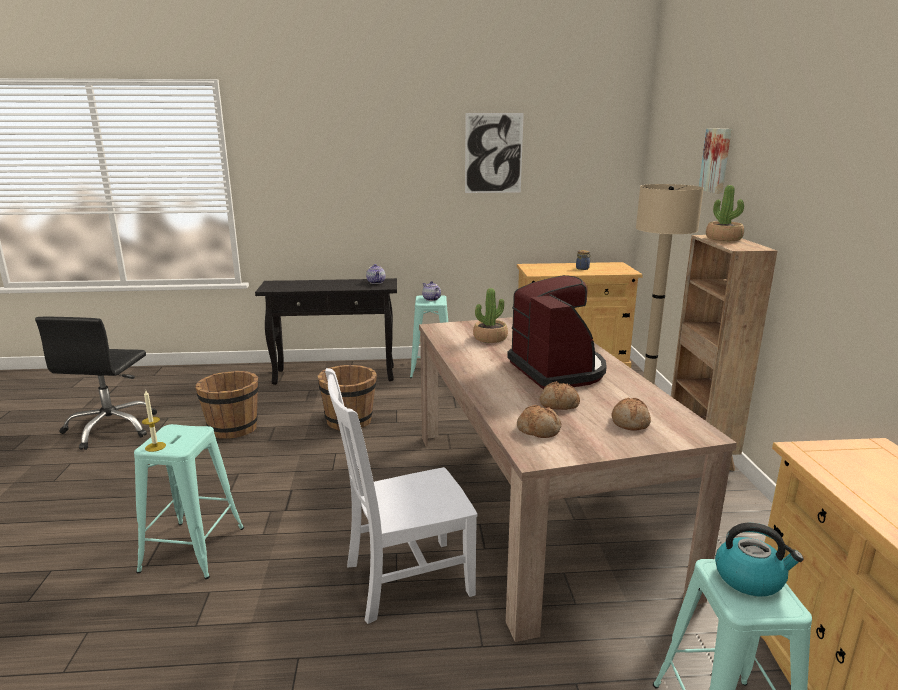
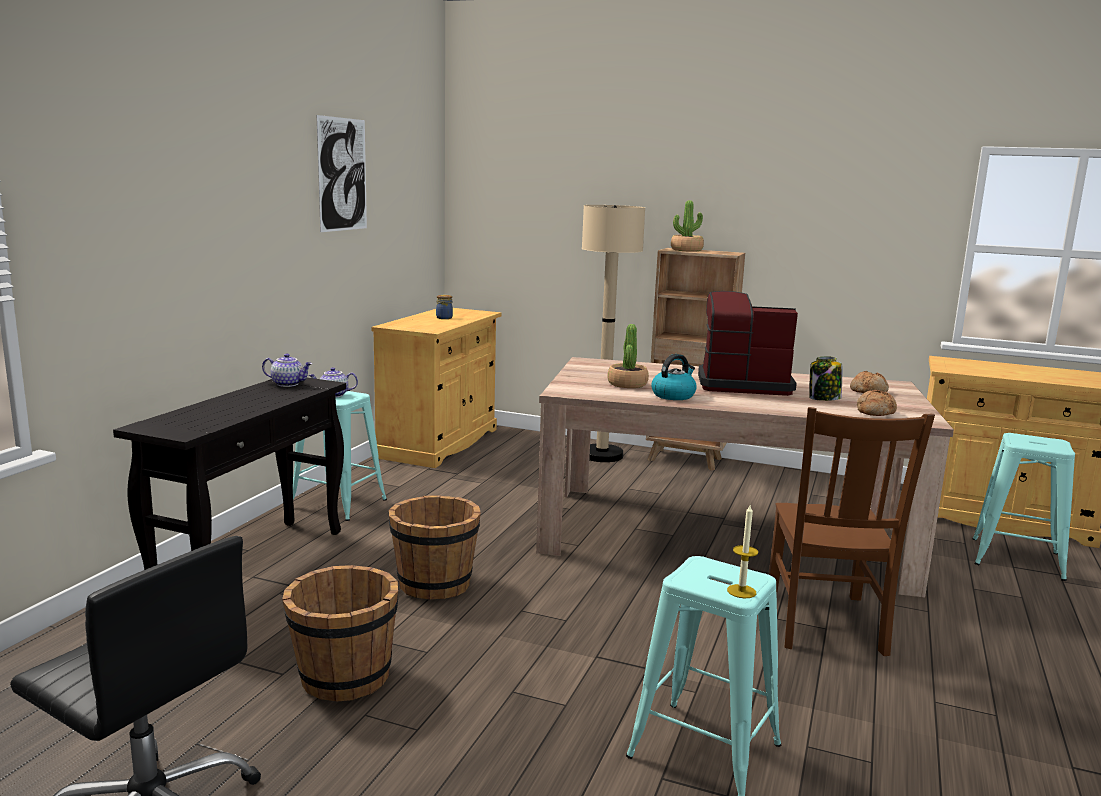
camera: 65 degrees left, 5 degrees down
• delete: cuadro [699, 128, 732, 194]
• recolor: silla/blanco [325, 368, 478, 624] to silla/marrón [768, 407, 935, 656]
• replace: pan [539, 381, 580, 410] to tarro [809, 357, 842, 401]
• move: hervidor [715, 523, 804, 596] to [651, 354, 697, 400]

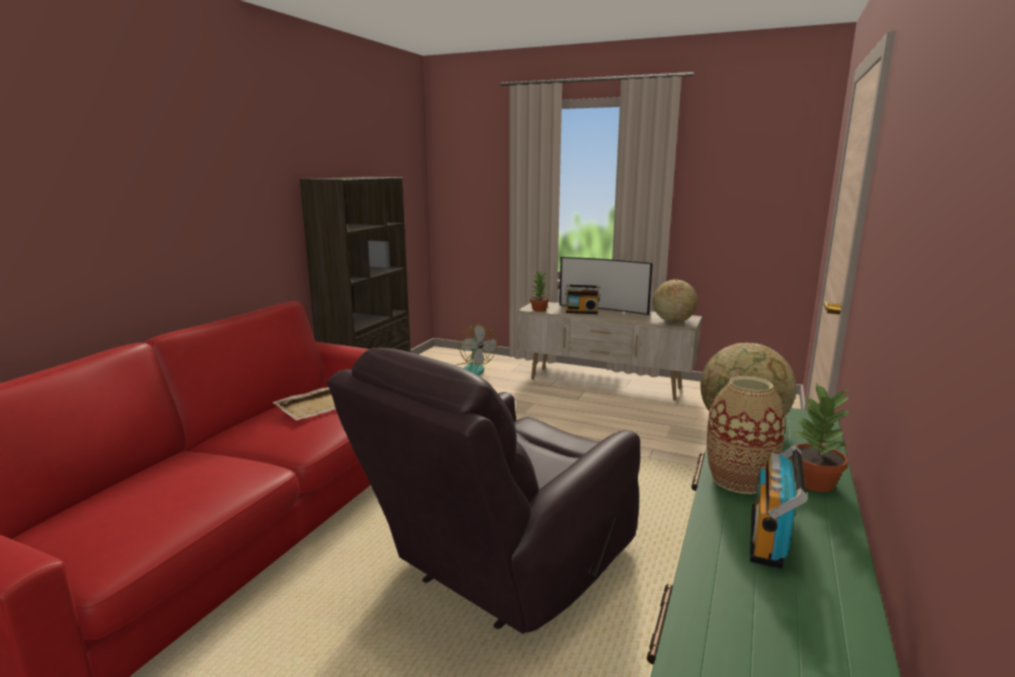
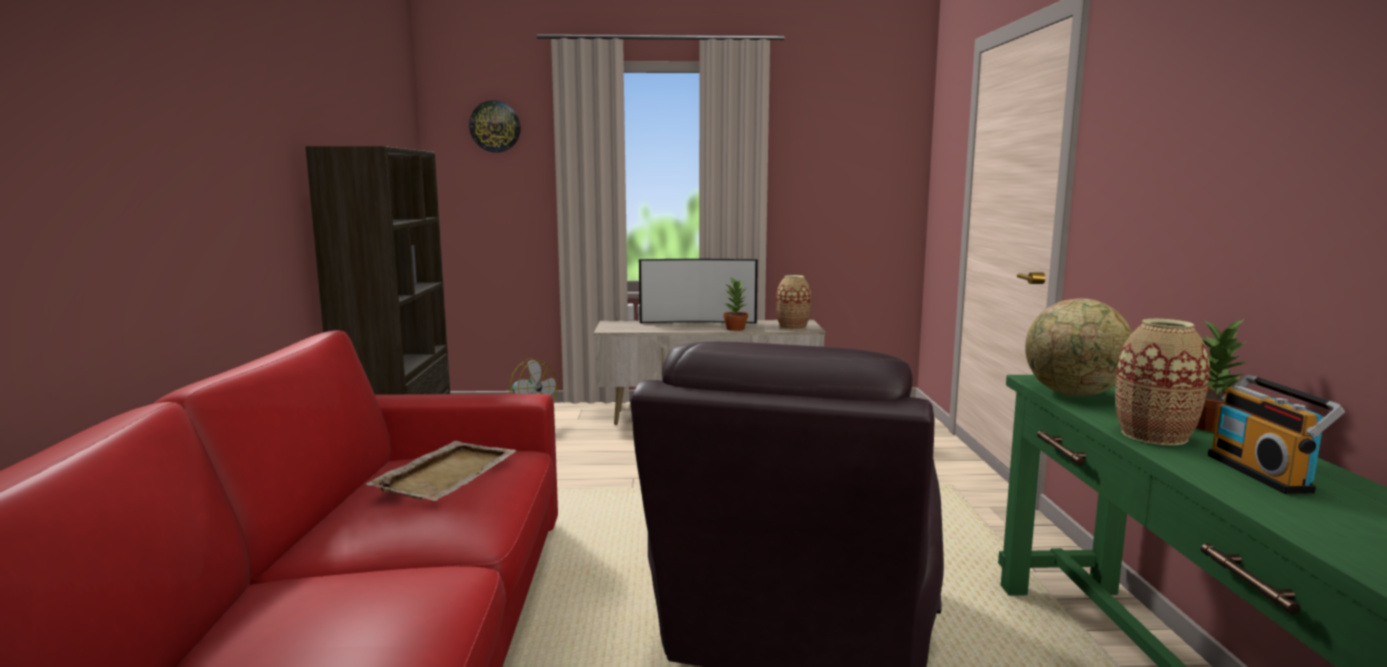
camera: 25 degrees left, 5 degrees down
• move: planta en maceta [530, 271, 549, 312] to [723, 278, 748, 331]
• replace: globo terráqueo [653, 279, 698, 323] to florero [776, 275, 811, 330]
• delete: radio [565, 284, 601, 314]
• insert: reloj de pared [469, 101, 521, 152]

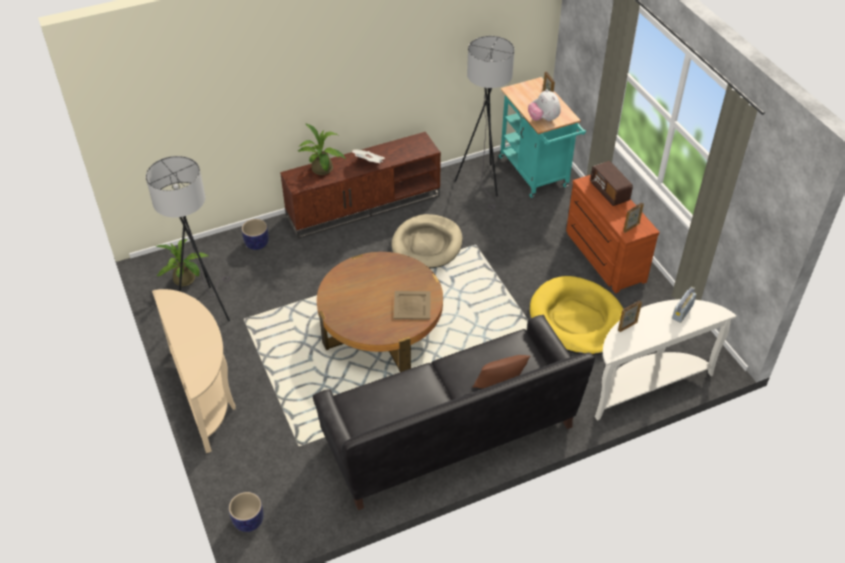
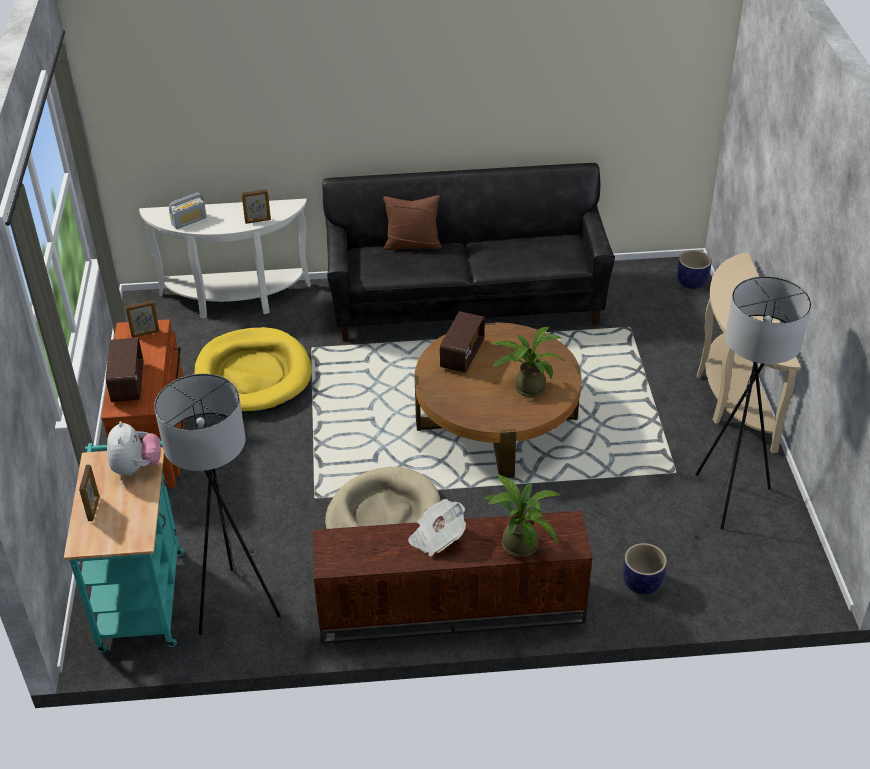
camera: 160 degrees left, 5 degrees down
• move: planta en maceta [157, 239, 208, 286] to [491, 327, 567, 397]
• replace: bandeja/beis [394, 291, 431, 320] to radio [440, 311, 485, 373]

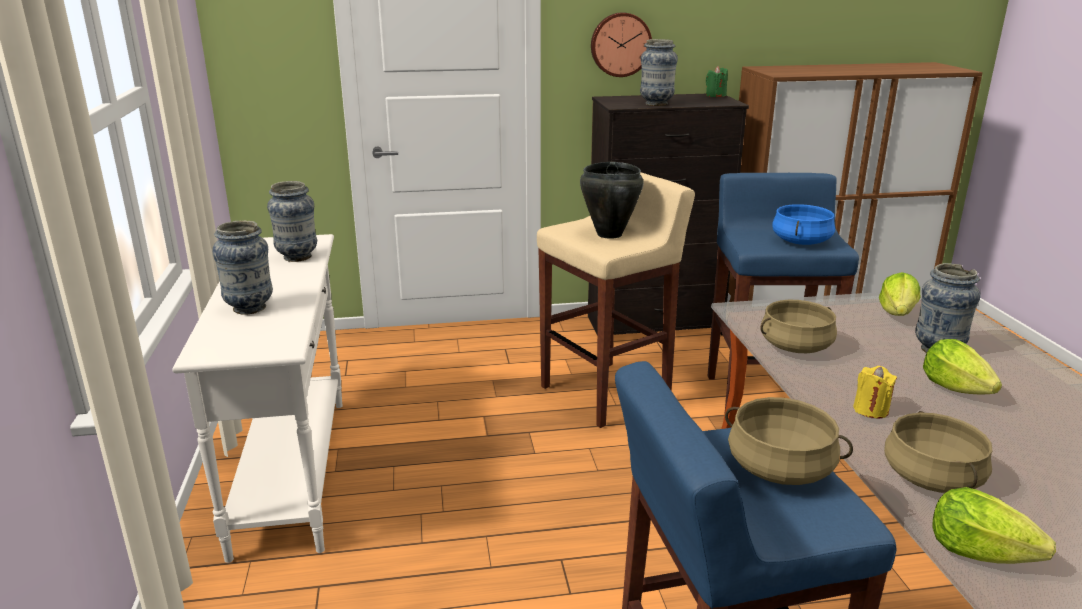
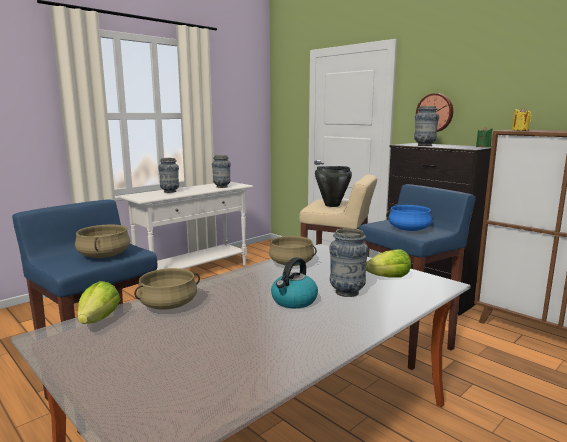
camera: 55 degrees right, 10 degrees down
• replace: lechuga [923, 339, 1002, 394] to hervidor [271, 257, 318, 308]
• move: vela/amarillo [853, 366, 897, 419] to [512, 108, 532, 131]

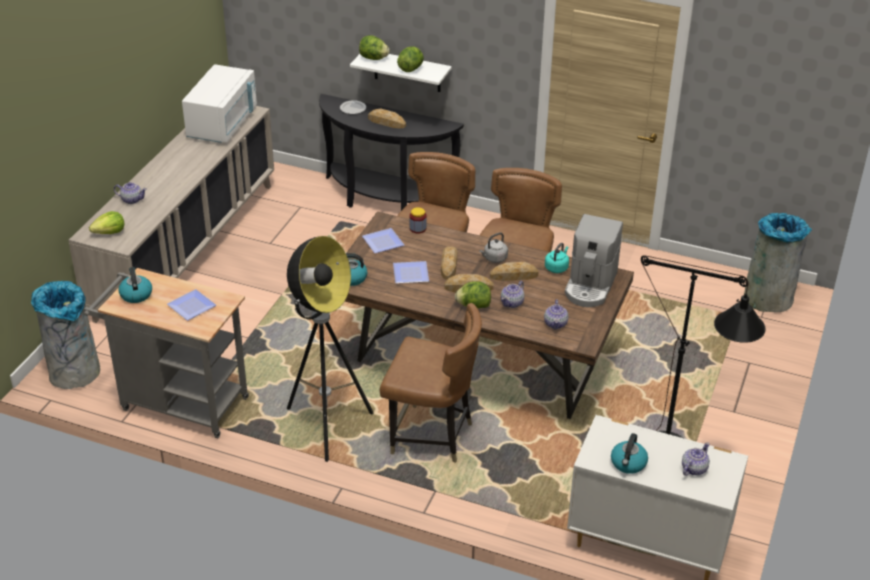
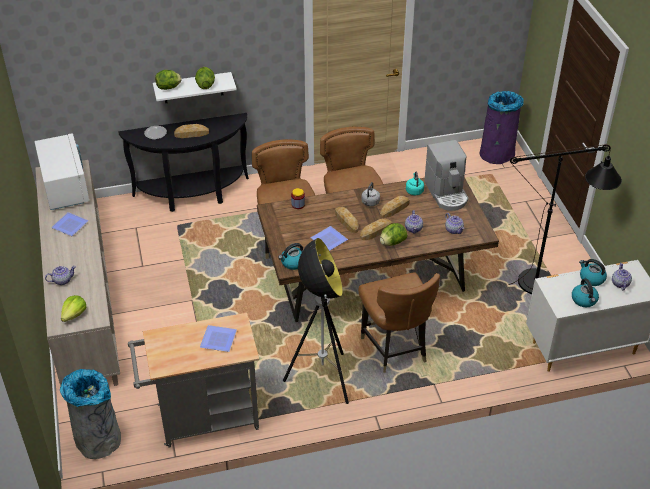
camera: 35 degrees left, 5 degrees up
• recolor: papelera/gris [744, 213, 812, 312] to papelera/morado [480, 91, 524, 164]
• move: plato [362, 228, 404, 253] to [51, 212, 89, 236]
• move: hervidor [118, 267, 152, 303] to [579, 259, 607, 286]
• rotate: silla/marrón [380, 303, 482, 463] = [358, 273, 440, 373] 90 degrees clockwise

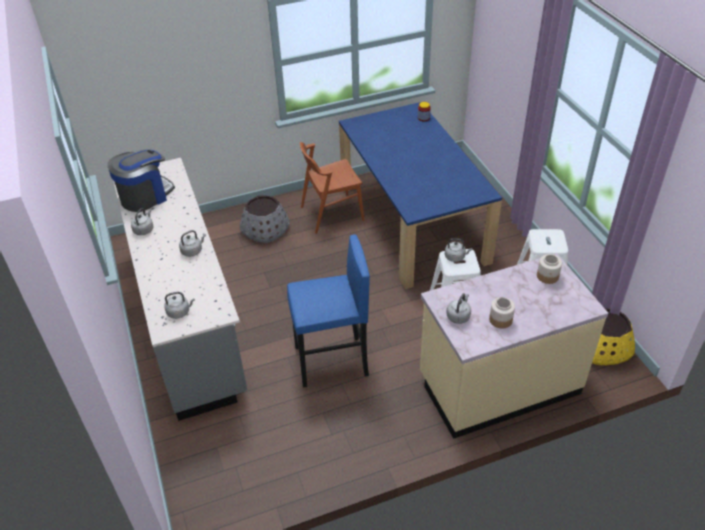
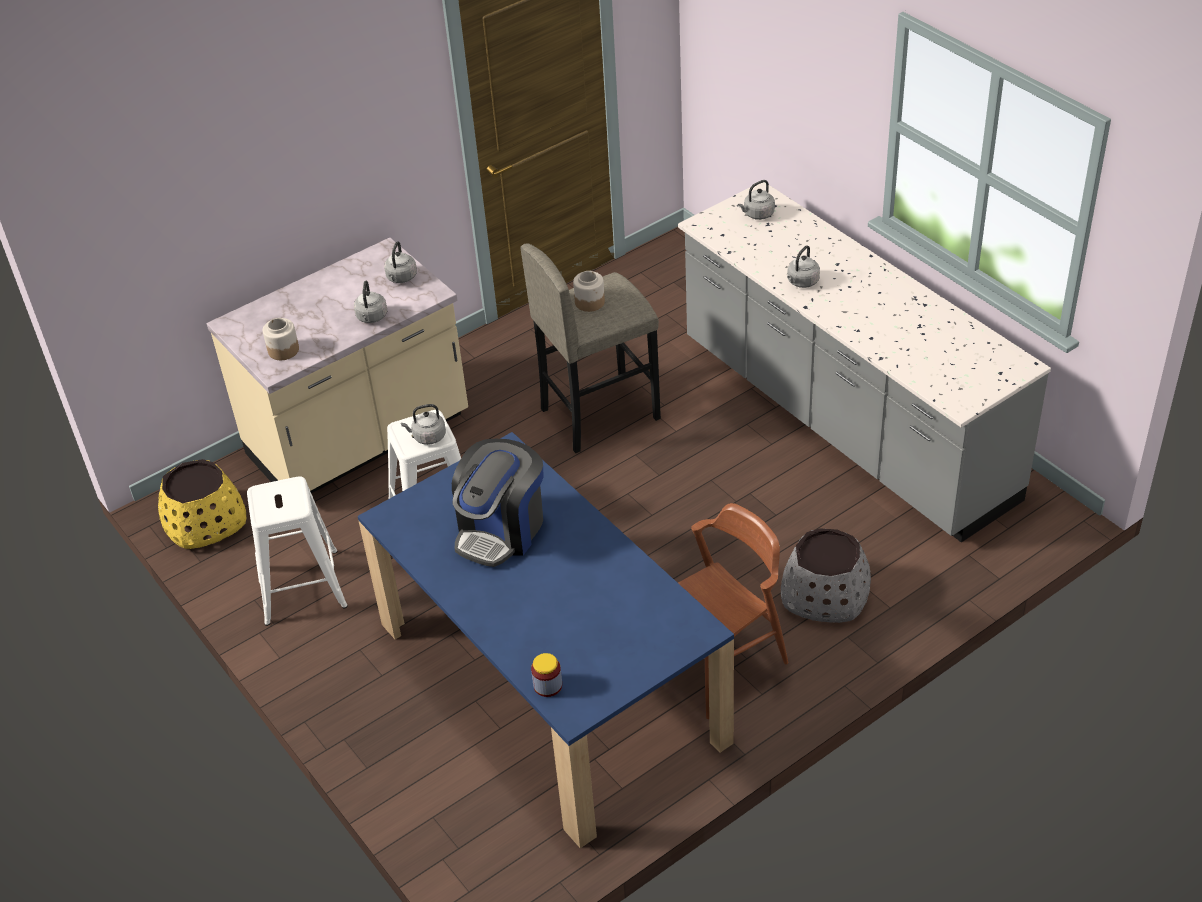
camera: 165 degrees right, 0 degrees up
• move: cafetera [108, 150, 175, 212] to [452, 439, 543, 567]
• move: hervidor/gris [131, 208, 153, 235] to [354, 281, 387, 323]
• recolor: taburete/azul [287, 234, 370, 388] to taburete/gris [520, 243, 661, 453]
• move: tarro [489, 297, 515, 329] to [573, 271, 605, 312]

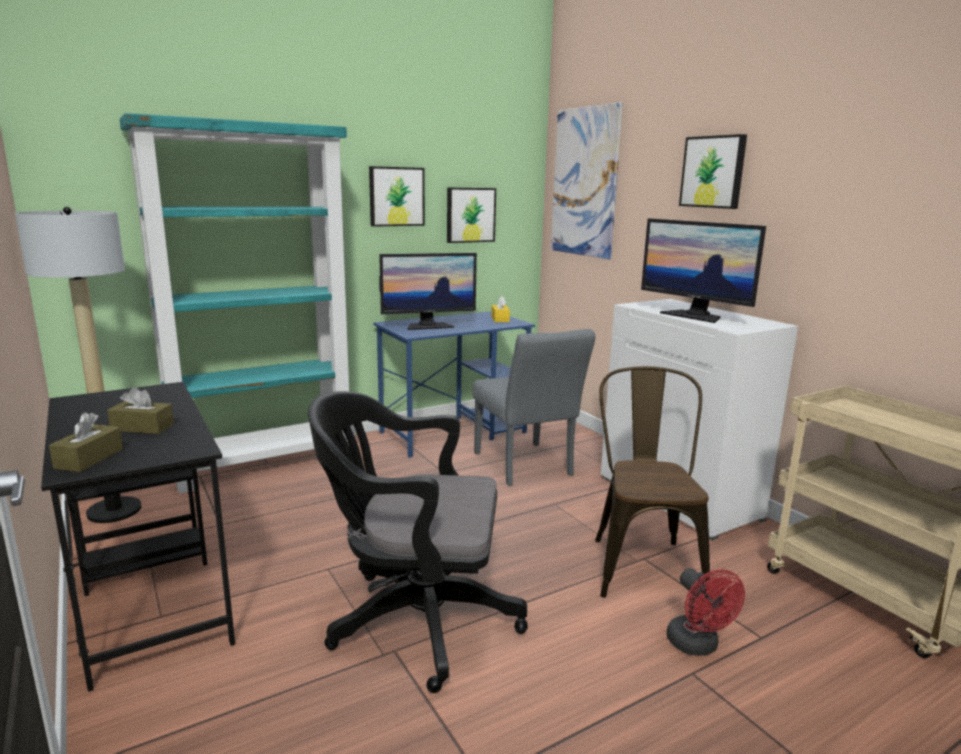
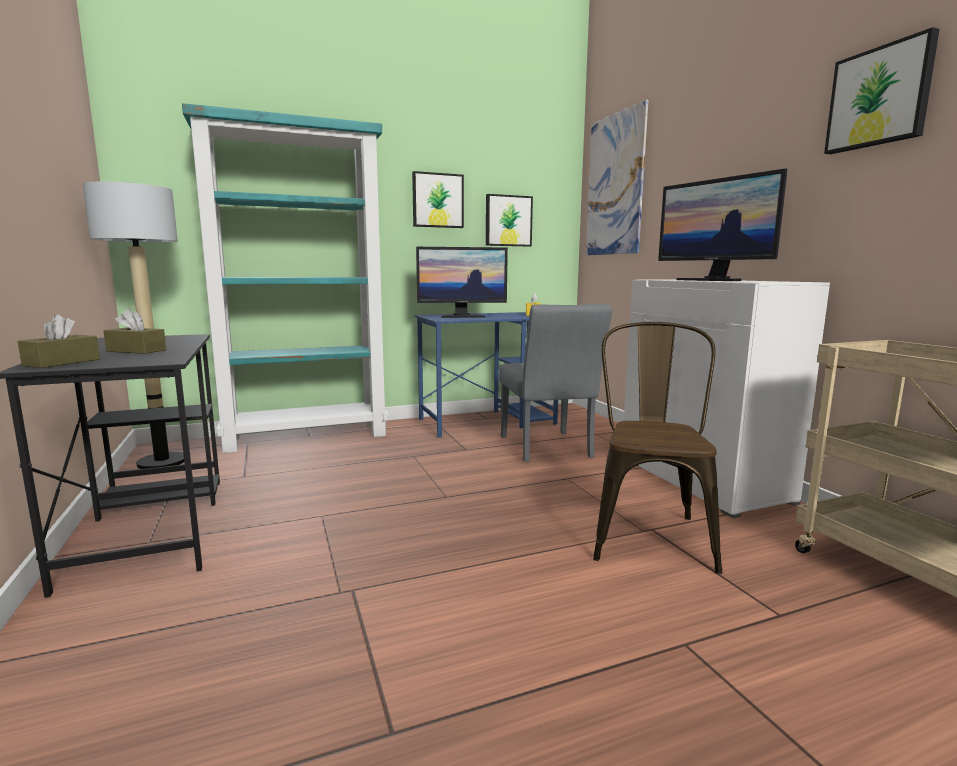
camera: 10 degrees right, 5 degrees down
• move: cuadro [679, 134, 747, 209] to [824, 27, 940, 154]
• delete: silla de oficina/negro [308, 391, 528, 693]
• delete: ventilador/rojo [667, 568, 745, 656]

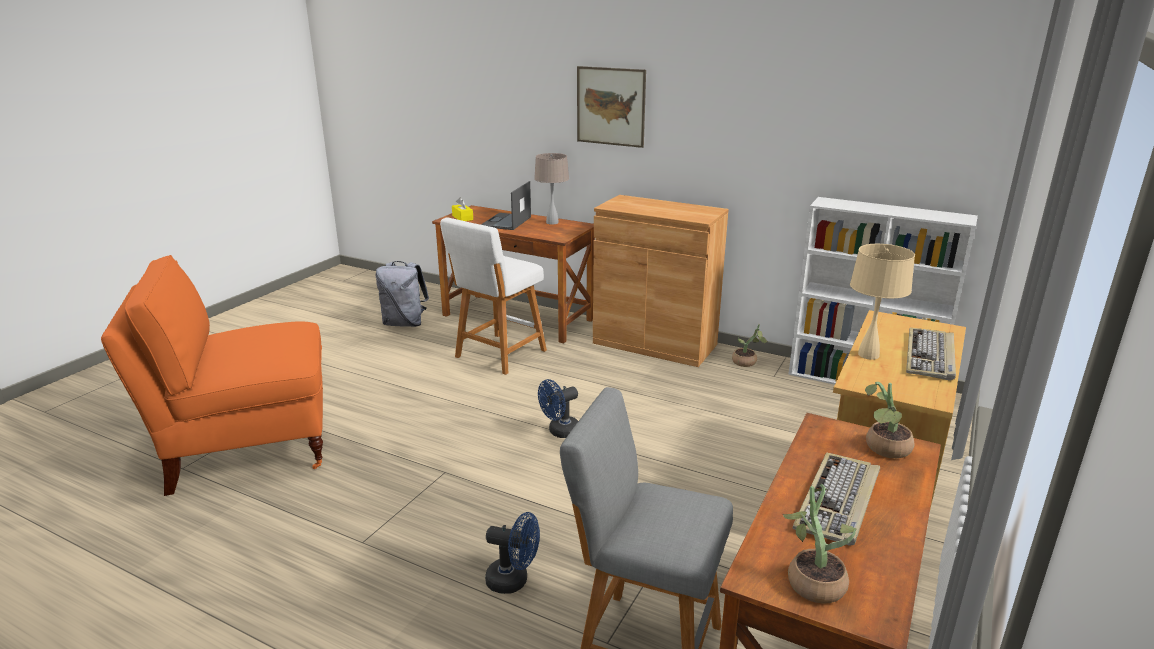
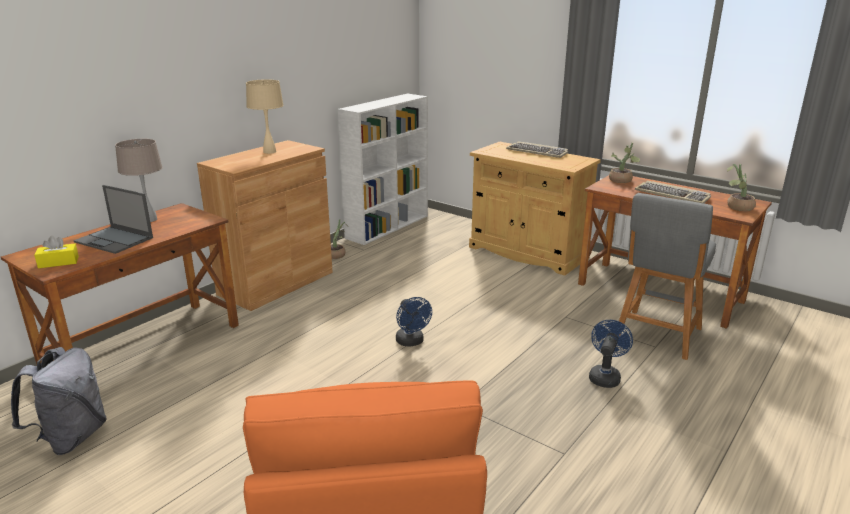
camera: 80 degrees left, 0 degrees up
• delete: cuadro [577, 66, 646, 148]
• delete: taburete/blanco [440, 218, 547, 375]
• move: lámpara de mesa/beis [850, 244, 915, 360] to [246, 79, 284, 154]

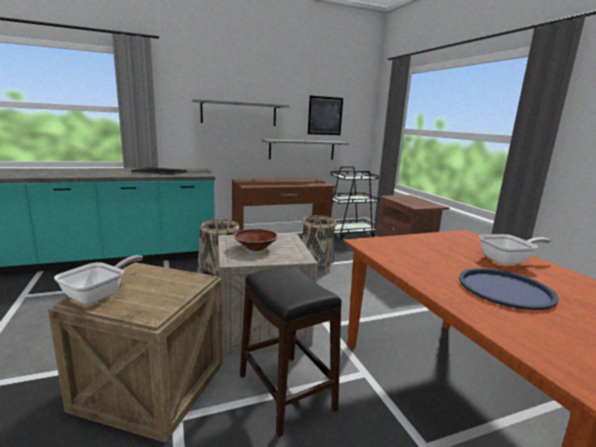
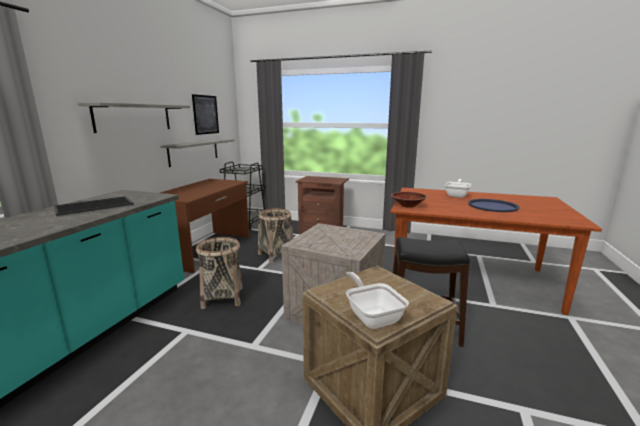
camera: 50 degrees left, 0 degrees up
• move: cuenco/marrón [234, 229, 278, 251] to [391, 192, 427, 208]

